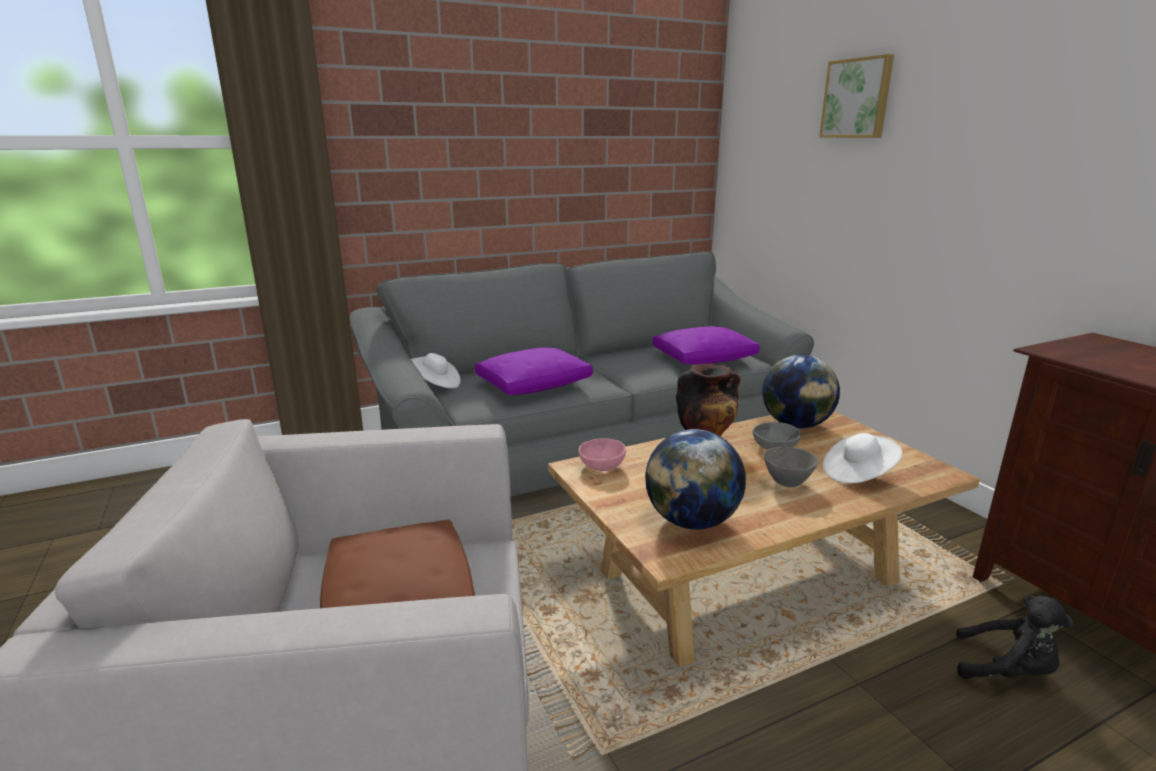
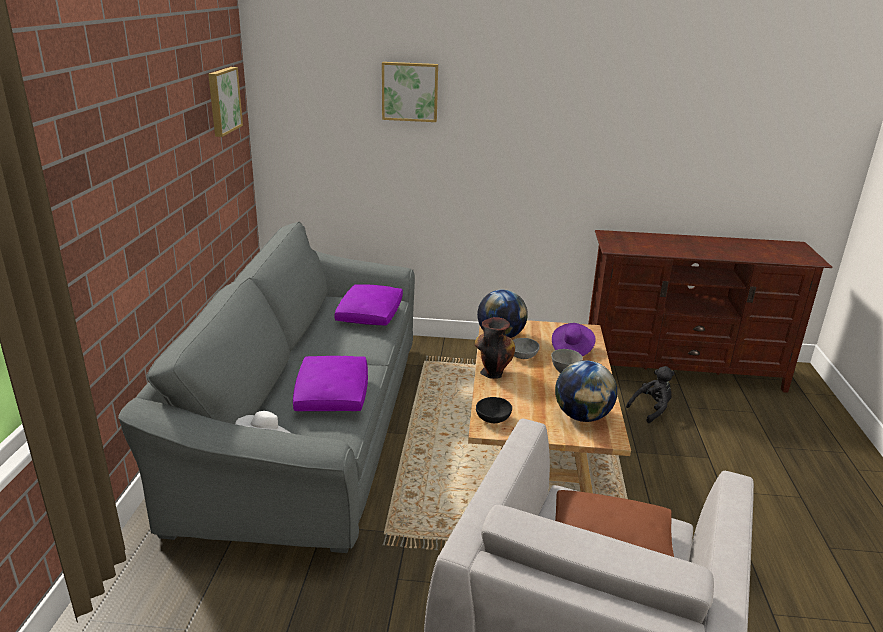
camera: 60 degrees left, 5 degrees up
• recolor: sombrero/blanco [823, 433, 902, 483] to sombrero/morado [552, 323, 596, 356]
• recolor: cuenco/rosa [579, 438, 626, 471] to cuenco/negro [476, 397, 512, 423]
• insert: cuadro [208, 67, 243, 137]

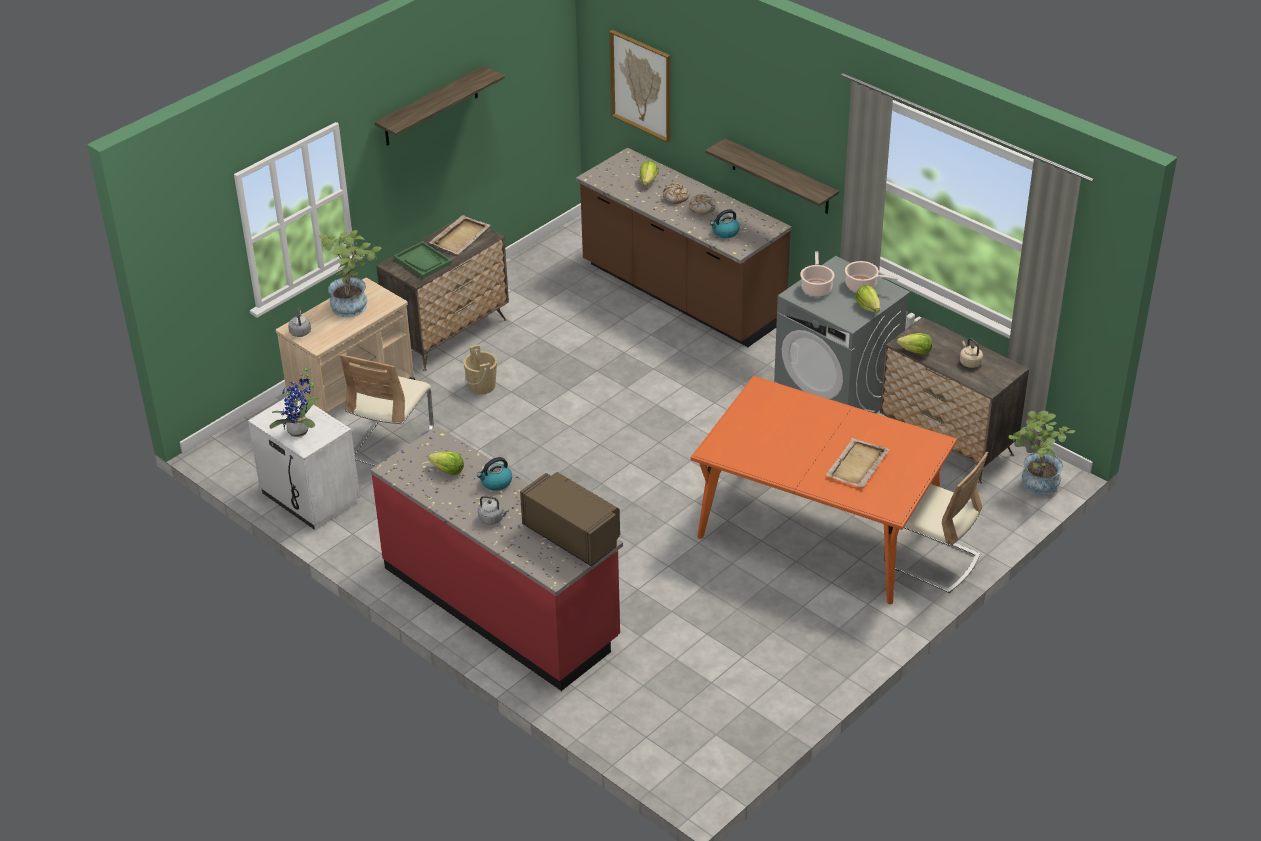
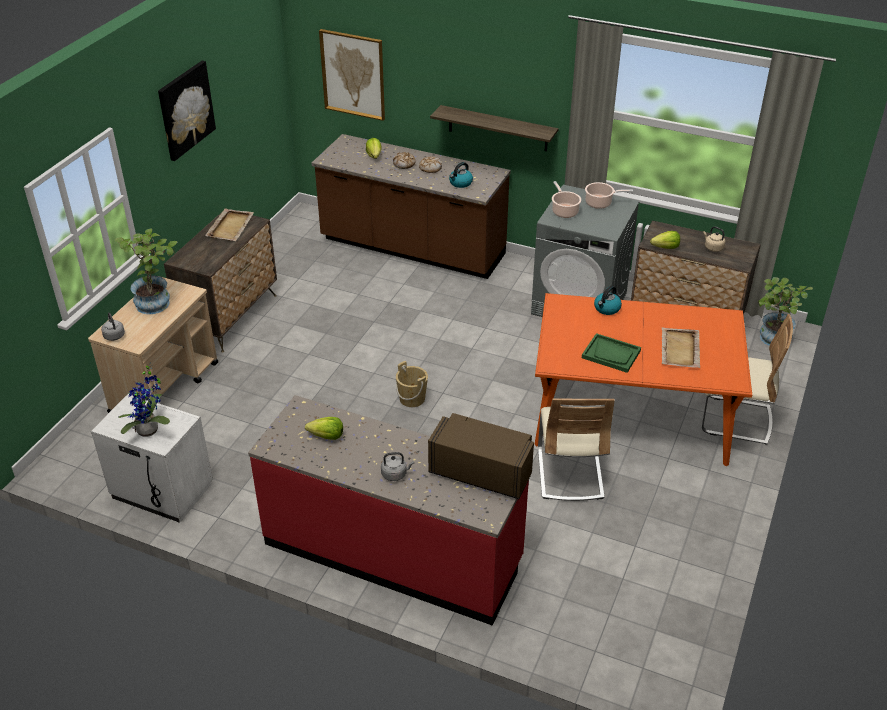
camera: 20 degrees left, 0 degrees up
• replace: estante [375, 66, 505, 146] to cuadro [158, 61, 216, 161]
• move: bandeja/verde [394, 241, 452, 279] to [582, 333, 641, 373]
• delete: lechuga [855, 285, 880, 313]
• move: cubo/beis [463, 345, 497, 394] to [396, 361, 428, 407]
• move: silla/beis [340, 354, 434, 466] to [538, 398, 615, 501]
• move: hervidor [477, 457, 512, 491] to [594, 286, 622, 315]

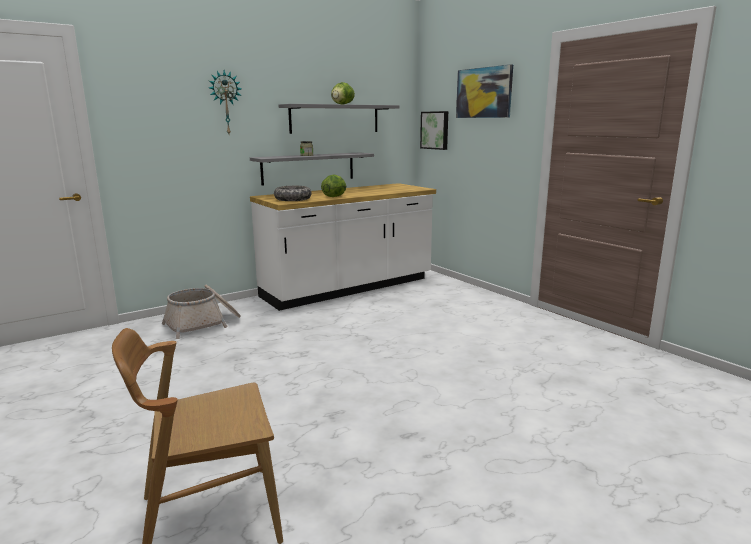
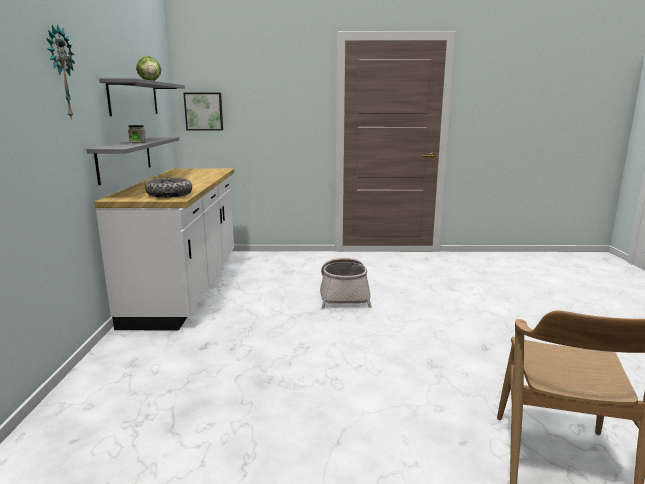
camera: 55 degrees left, 0 degrees up
• delete: cuadro [456, 64, 513, 118]
• delete: lechuga [321, 174, 346, 197]
• move: cesta [162, 285, 241, 339] to [320, 258, 372, 309]

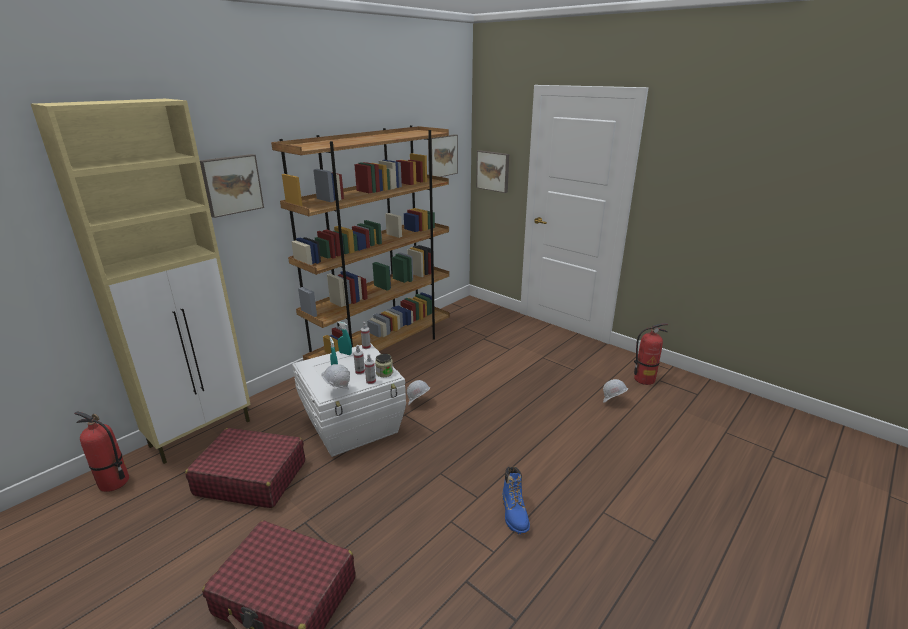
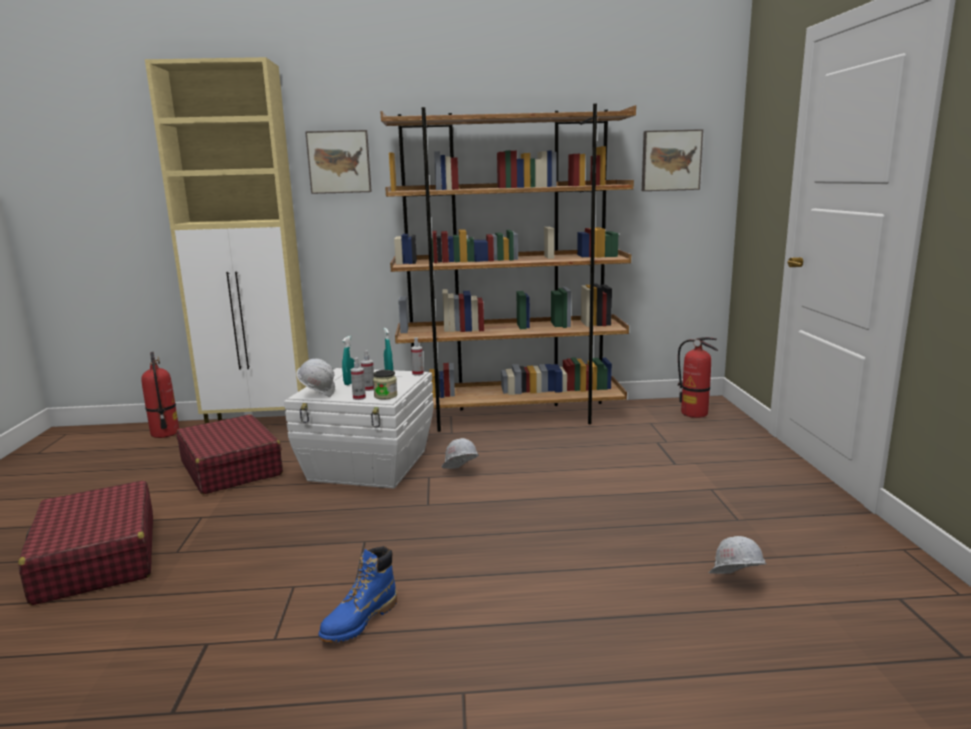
camera: 45 degrees right, 10 degrees down
• delete: cuadro [476, 151, 509, 193]
• move: extintor [634, 323, 668, 385] to [678, 337, 718, 418]

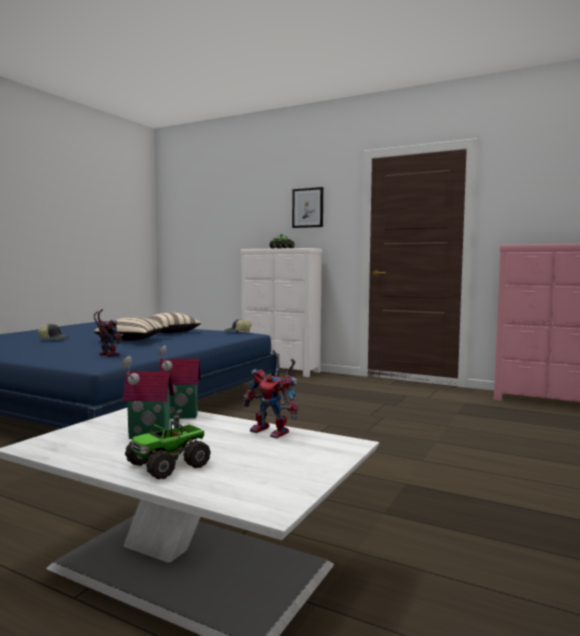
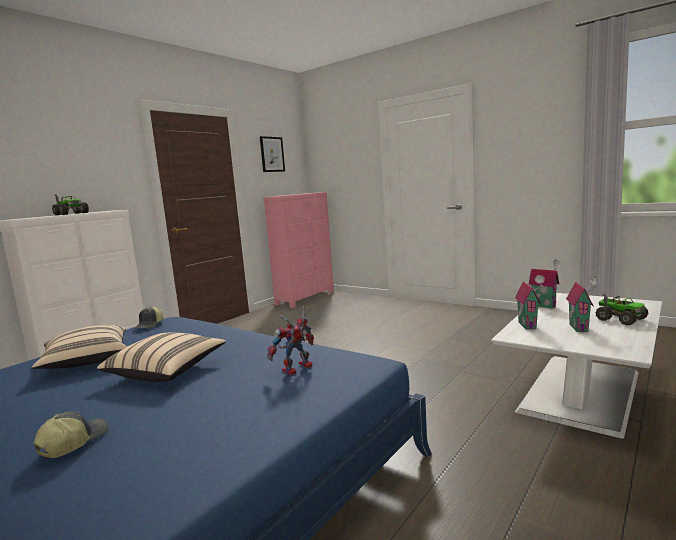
camera: 80 degrees left, 5 degrees up
• move: cuadro [292, 187, 323, 228] to [260, 136, 285, 172]
• replace: robot de juguete [242, 350, 298, 438] to casita [528, 259, 560, 309]

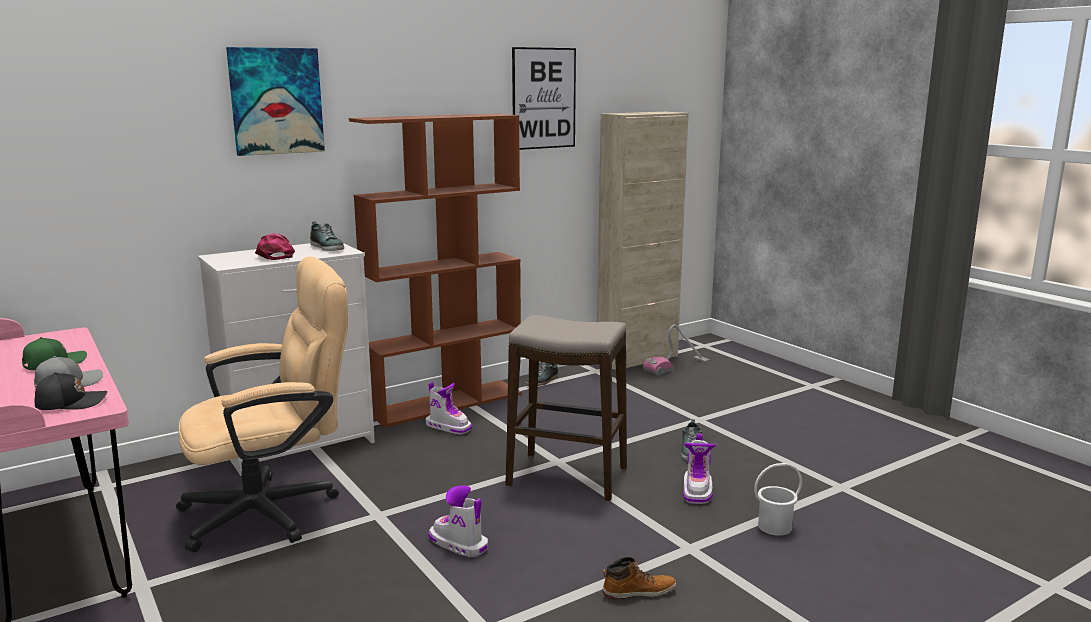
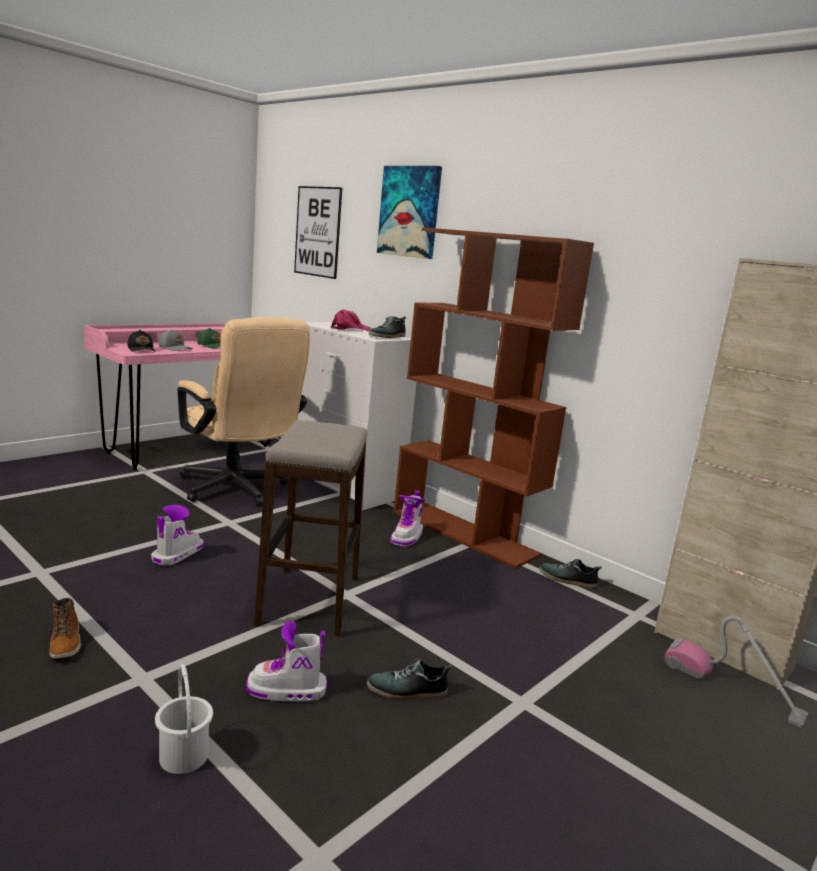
camera: 75 degrees right, 0 degrees up
• move: cuadro [512, 47, 576, 150] to [294, 186, 342, 279]

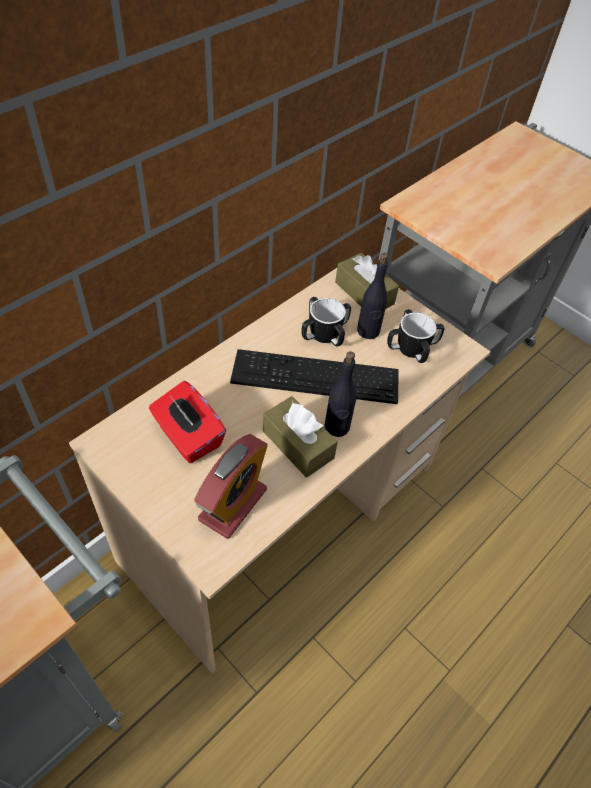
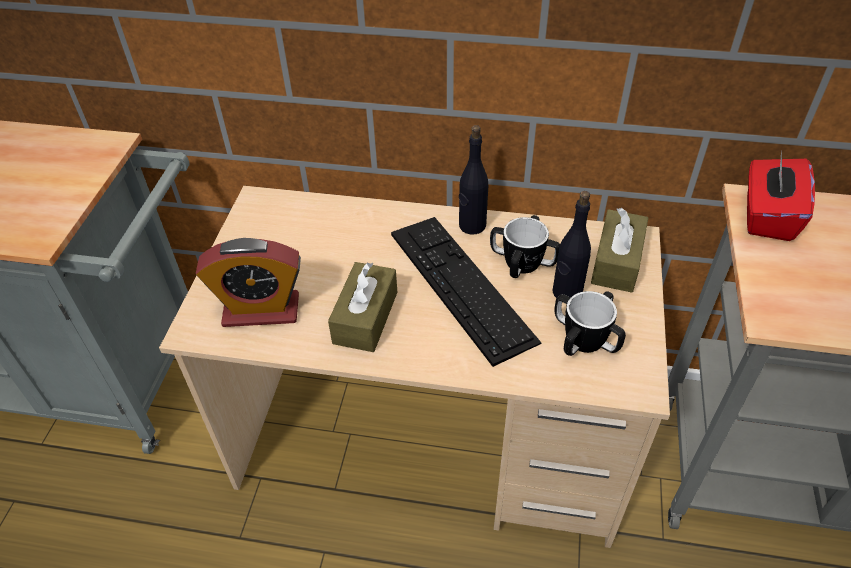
camera: 60 degrees right, 5 degrees down
• move: botella/negro [324, 351, 357, 437] to [459, 125, 488, 234]
• move: caja de pañuelos/rojo [149, 381, 226, 463] to [747, 150, 815, 241]

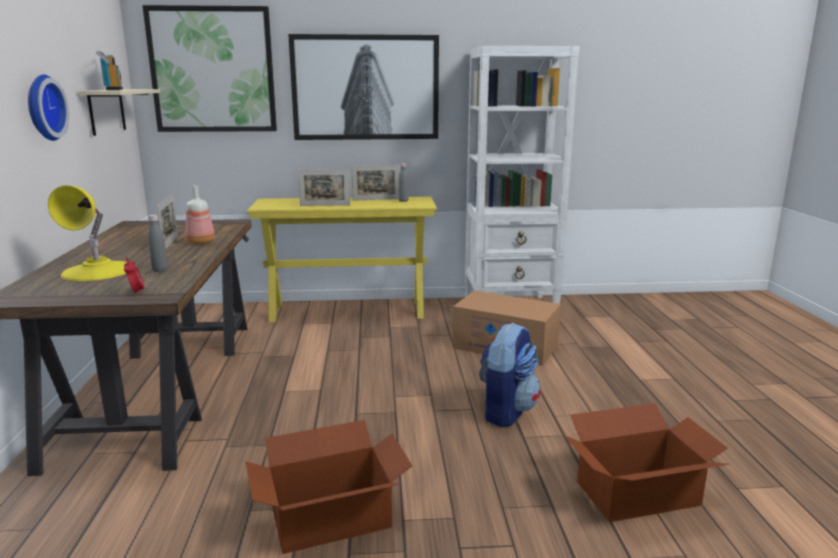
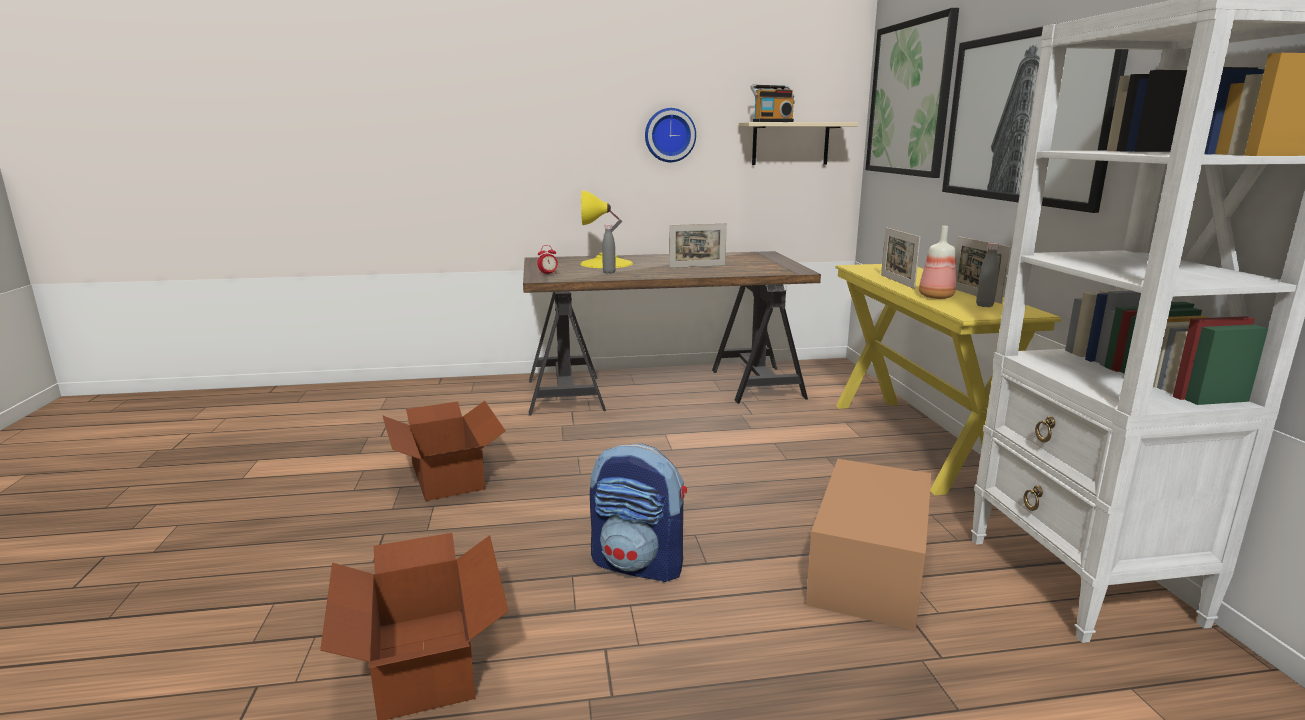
camera: 85 degrees right, 0 degrees up
• move: botella [185, 185, 215, 244] to [919, 226, 956, 299]

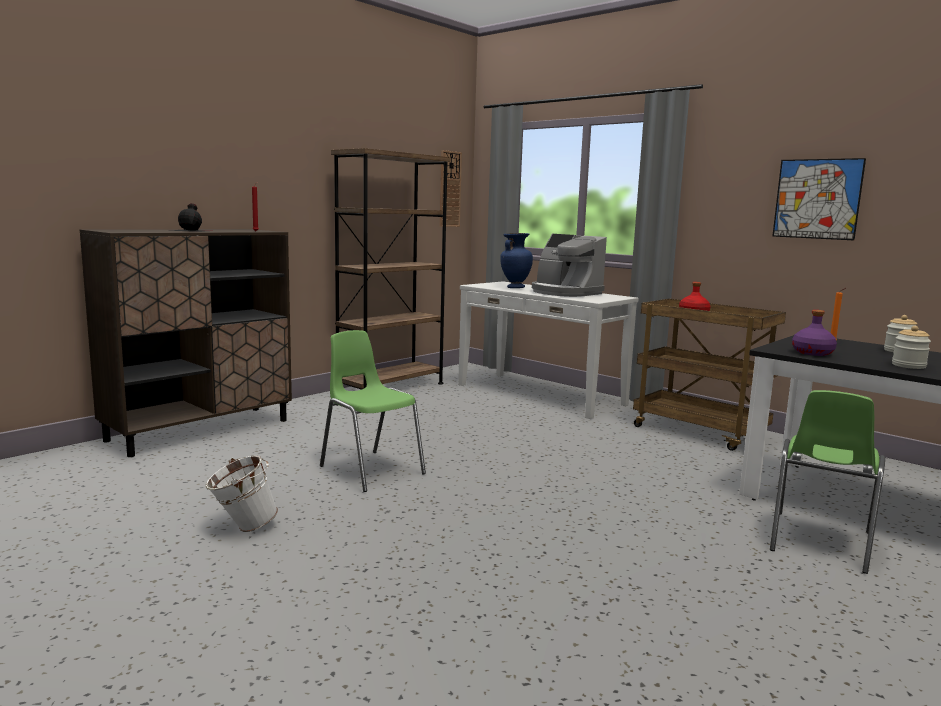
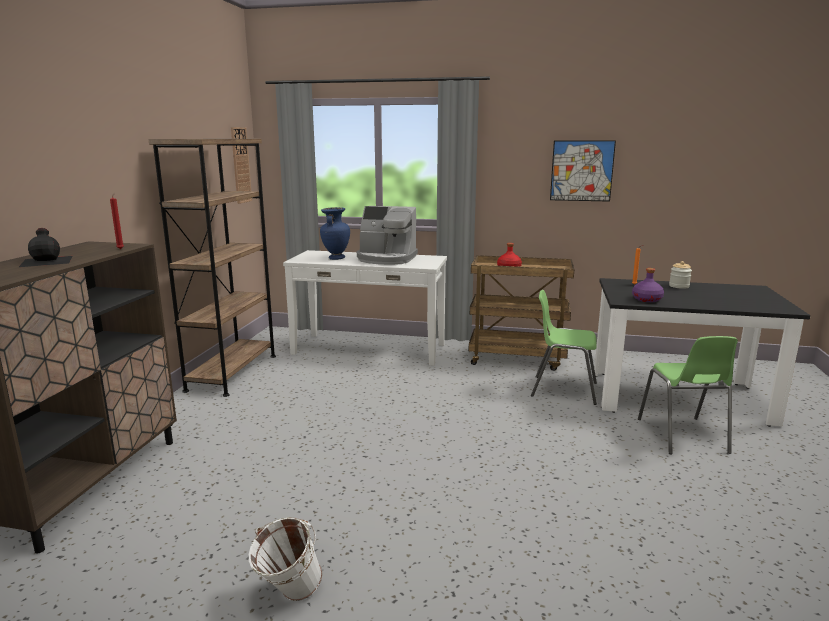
camera: 30 degrees left, 5 degrees up
• delete: tarro [892, 326, 931, 369]
• move: silla/verde [320, 330, 426, 492] to [531, 290, 597, 405]

